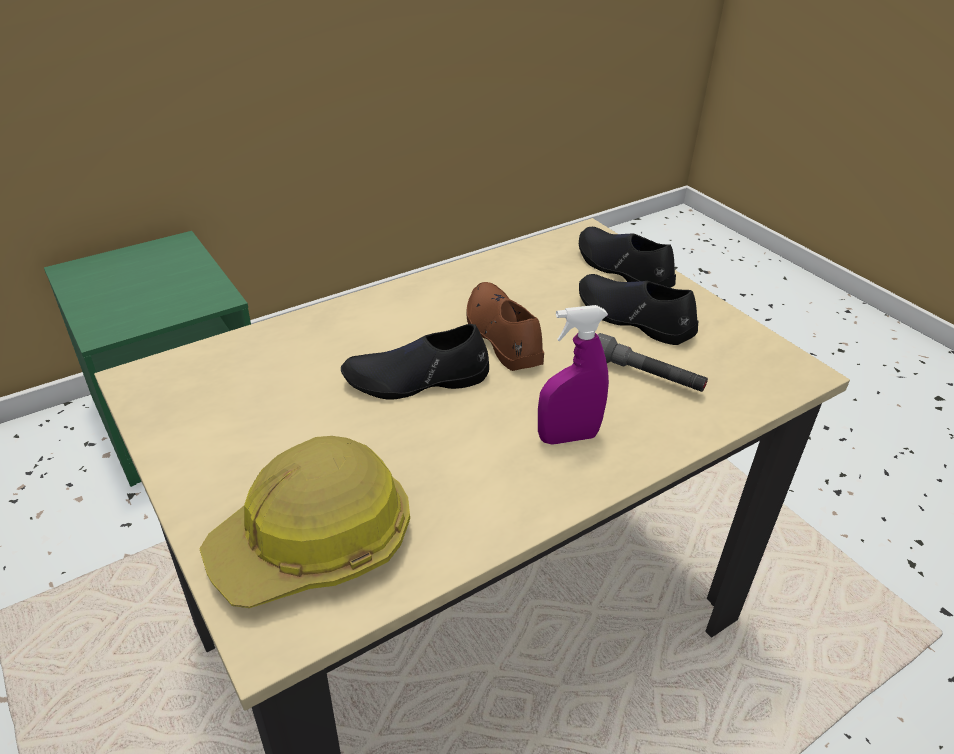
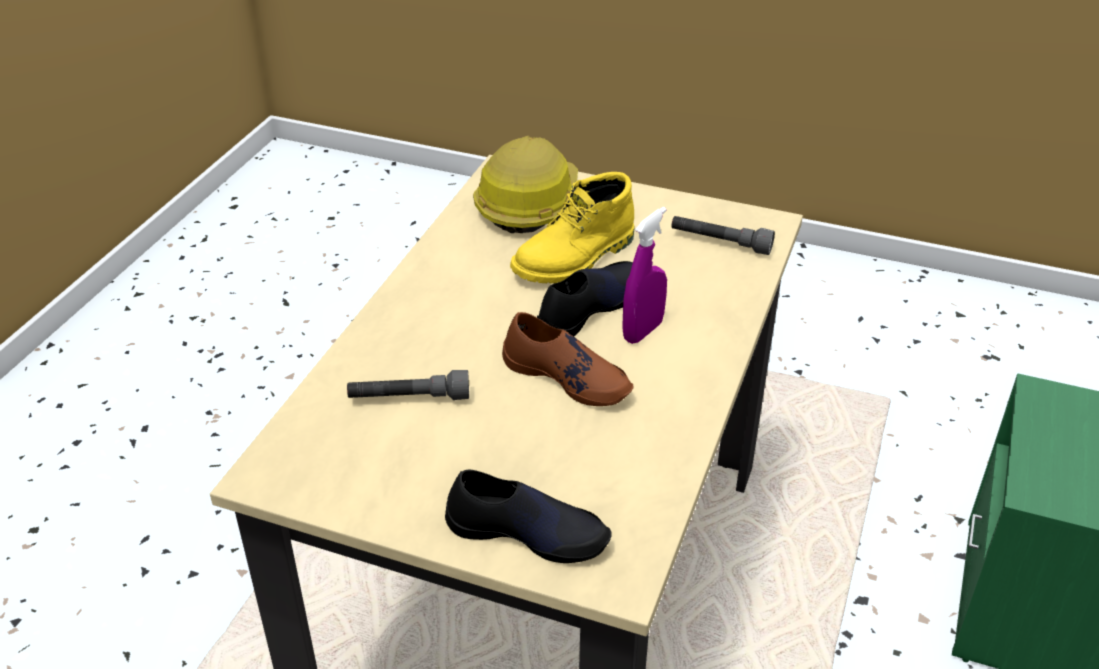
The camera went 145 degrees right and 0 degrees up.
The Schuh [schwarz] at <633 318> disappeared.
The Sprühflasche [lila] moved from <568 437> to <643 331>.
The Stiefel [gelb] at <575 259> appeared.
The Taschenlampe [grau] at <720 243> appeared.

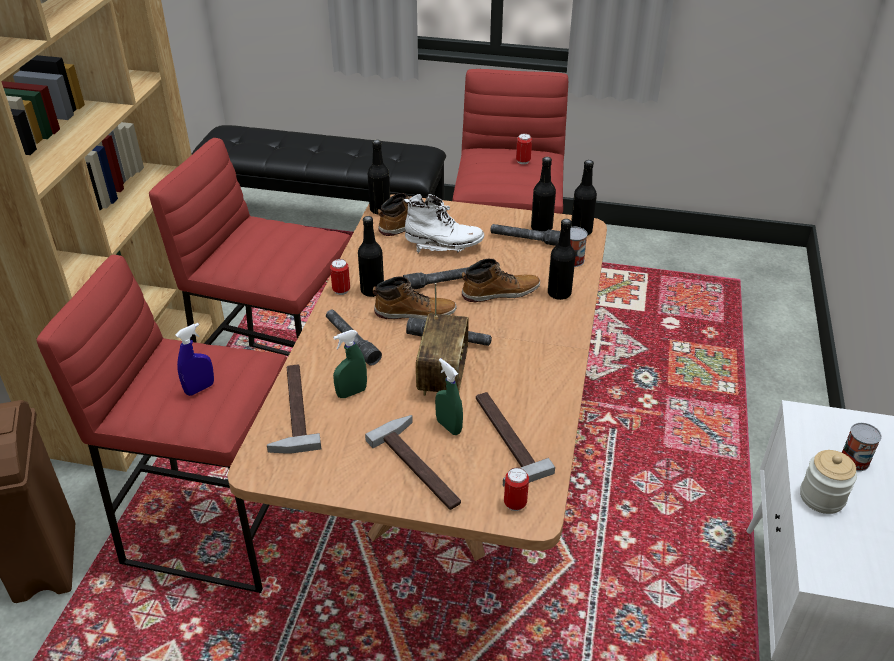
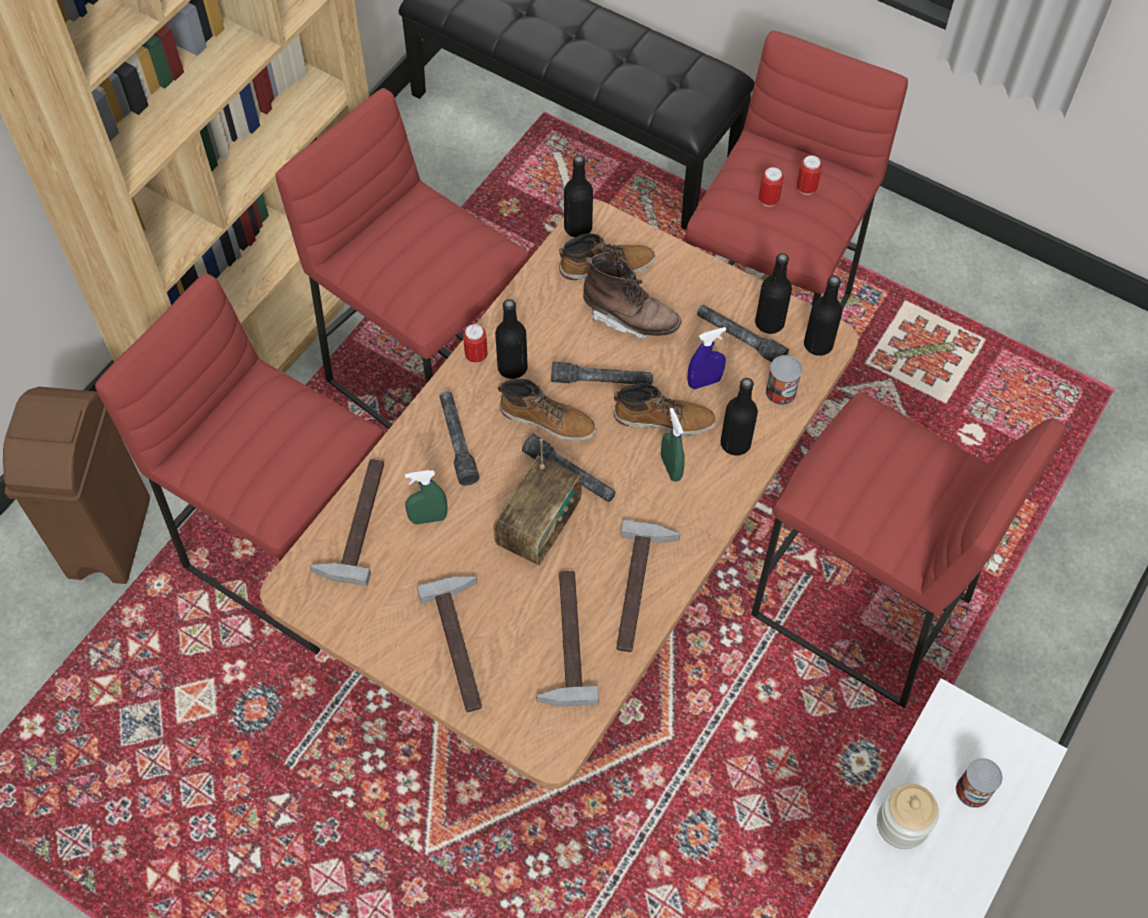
The camera went 20 degrees right and 20 degrees up.
The Stiefel [weiß] at <443 246> became the Stiefel [braun] at <630 318>.
The Sprühflasche [blau] moved from <200 389> to <704 382>.
The Sprühflasche [grün] moved from <448 426> to <671 468>.
The Dose moved from <515 504> to <768 200>.
The Hocker [rot] at <859 609> appeared.
The Hammer at <641 589> appeared.

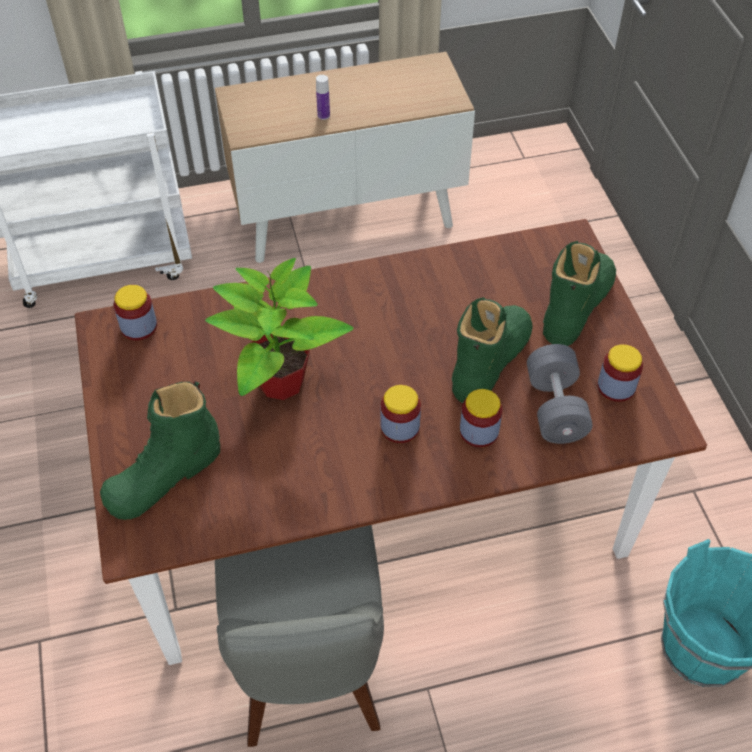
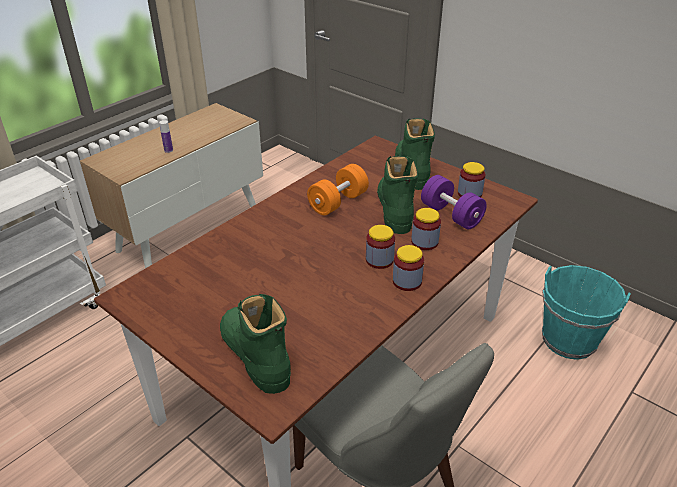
The camera went 35 degrees left and 15 degrees down.
The Topfpflanze at <279 382> disappeared.
The Vorratsglas moved from <139 326> to <407 281>.
The Hantel [grau] at <555 408> became the Hantel [lila] at <451 215>.
The Stiefel [grün] at <164 475> turned 135 degrees clockwise.
The Hantel [orange] at <338 202> appeared.

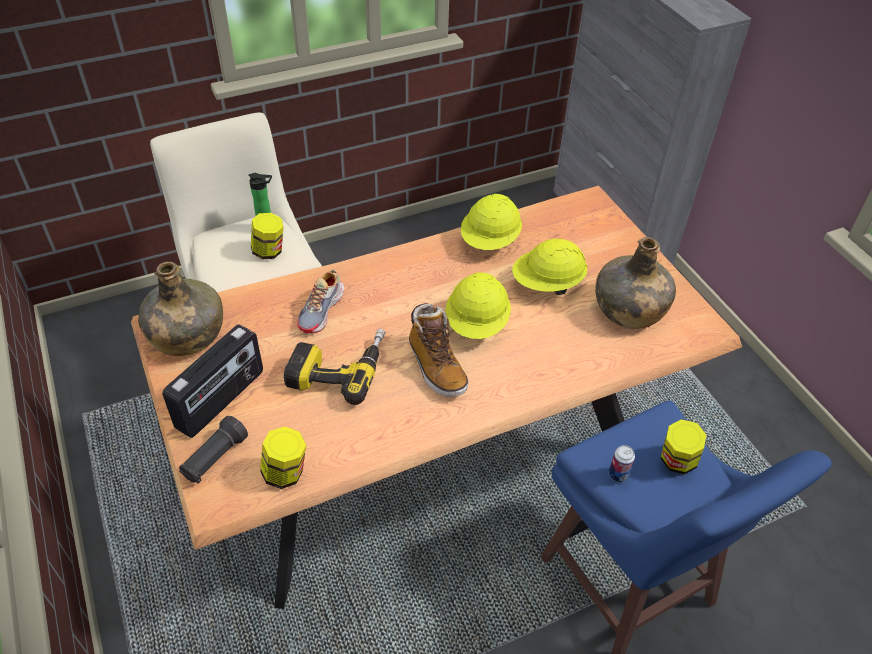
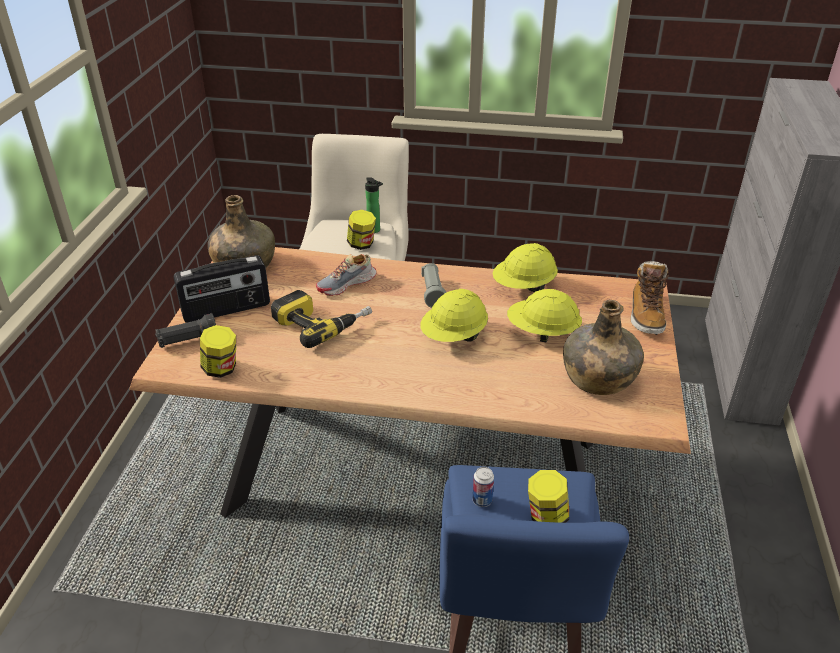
The camera went 35 degrees right and 10 degrees down.
The Stiefel moved from <436 366> to <646 315>.
The Taschenlampe [grau] at <432 293> appeared.

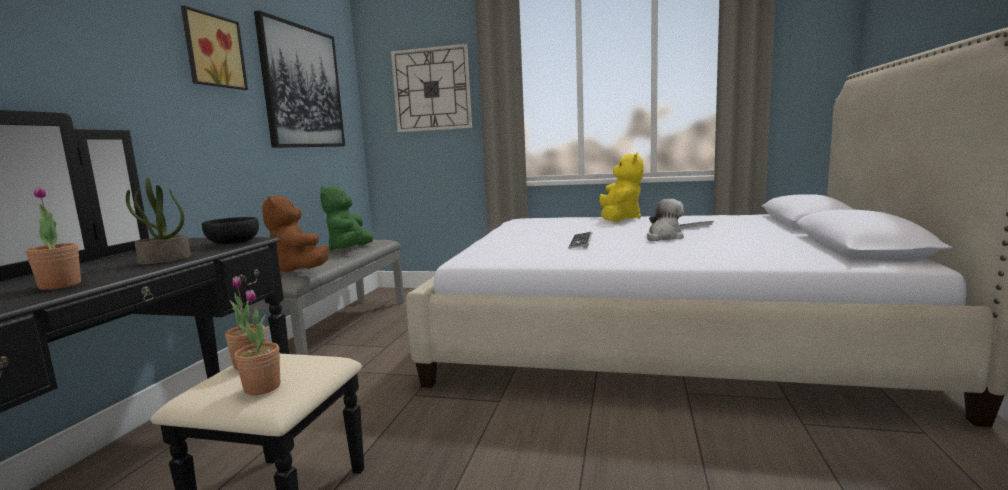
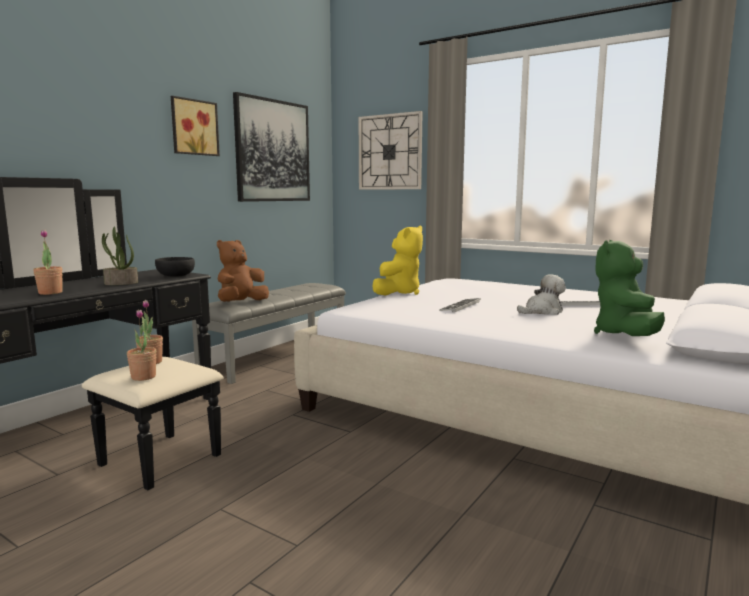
The camera went 20 degrees right and 0 degrees up.
The Plüschtier [gelb] moved from <619 219> to <398 293>.
The Plüschtier [grün] moved from <350 249> to <626 336>.
The Plüschtier [braun] at <300 271> turned 45 degrees clockwise.

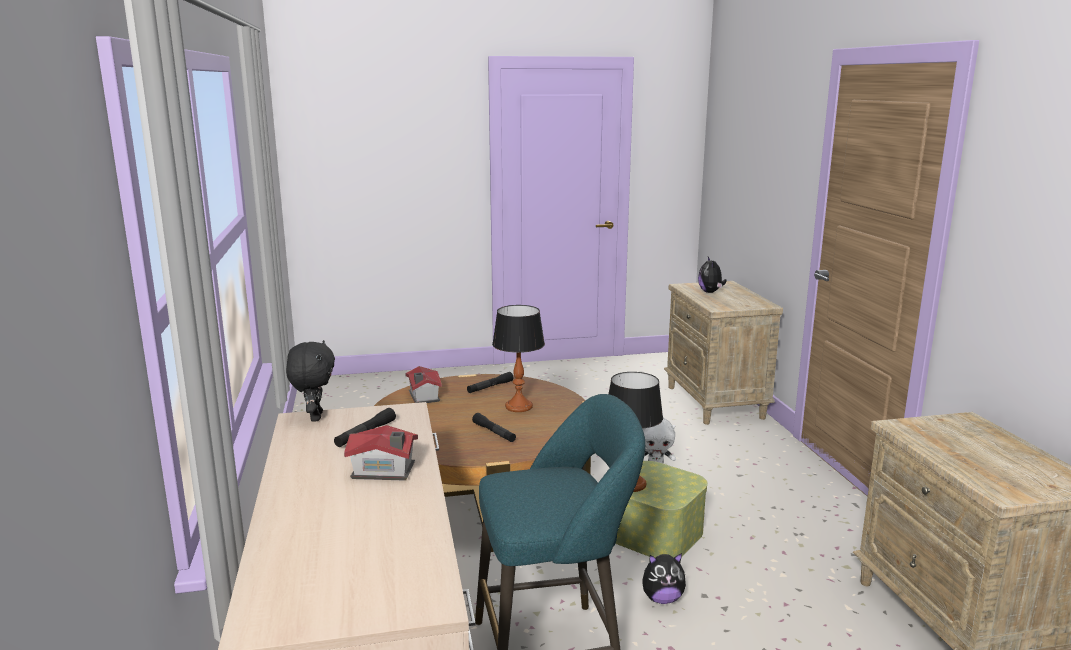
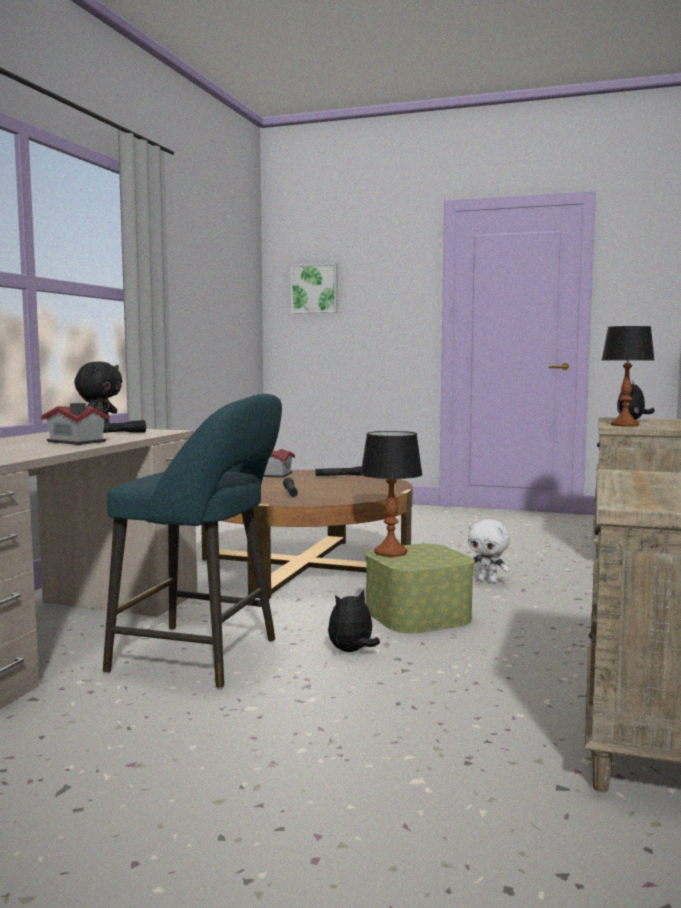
The camera went 30 degrees right and 10 degrees down.
The Tischlampe moved from <518 406> to <624 425>.
The Plüschtier at <662 599> turned 120 degrees clockwise.
The Bild at <315 288> appeared.

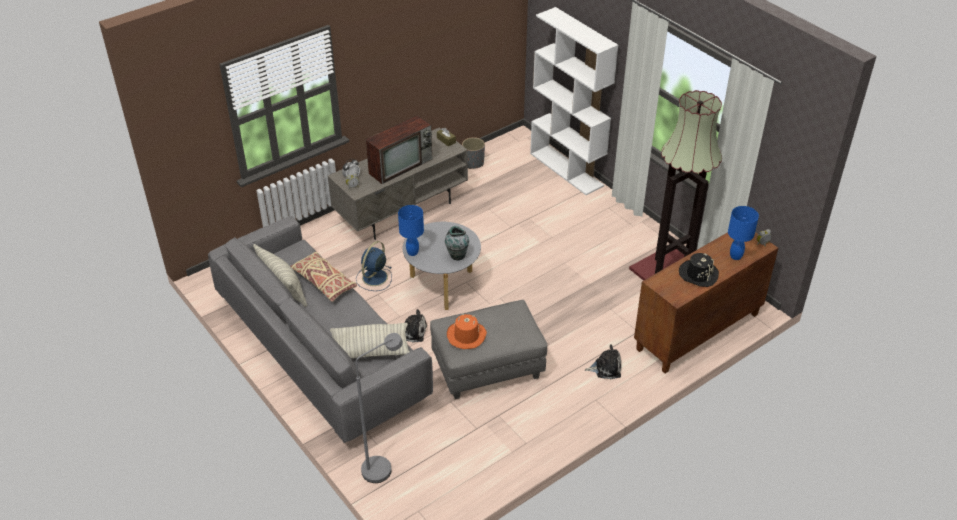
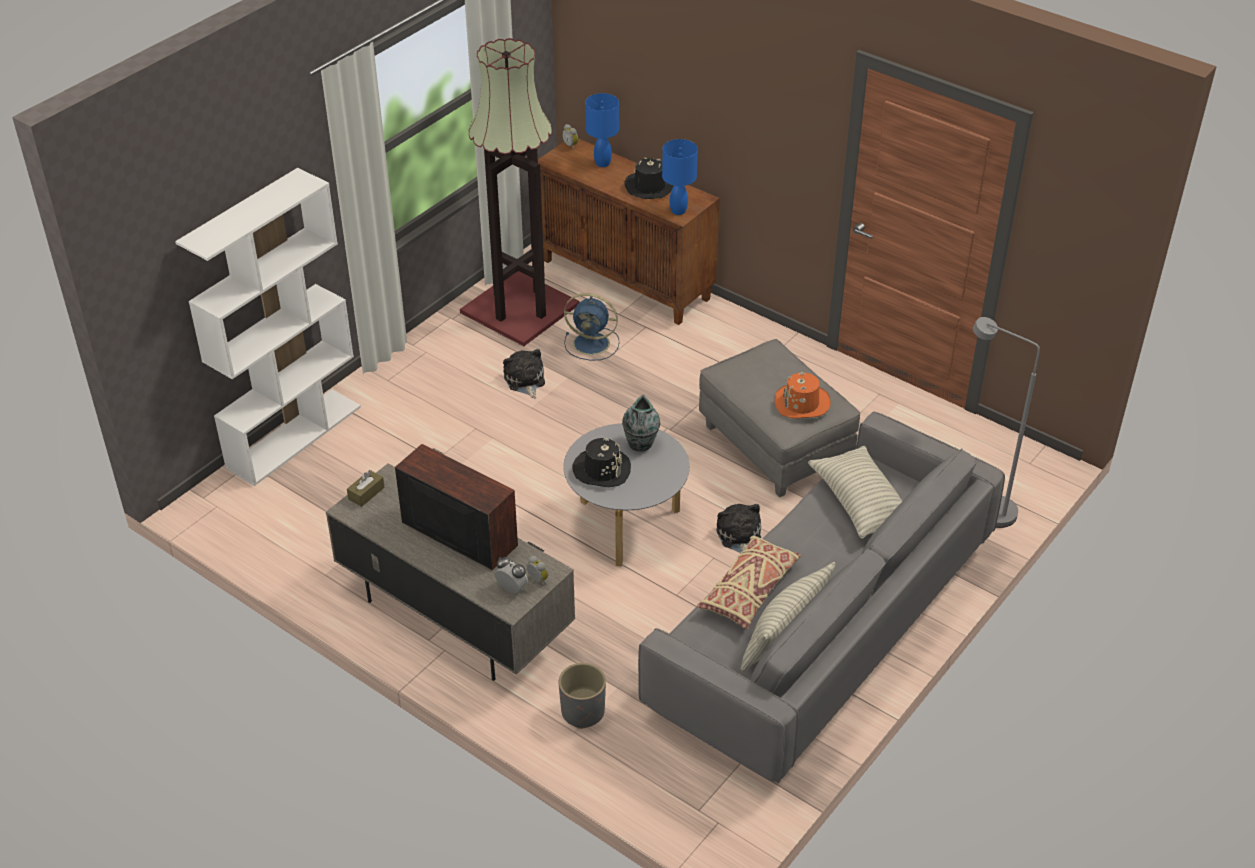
The camera went 105 degrees left and 0 degrees up.
The Pflanzkübel [grau] moved from <473 163> to <582 712>.
The Tischlampe [blau] moved from <413 252> to <678 210>.
The Ventilator [blau] moved from <374 278> to <593 344>.
The Plüschtier moved from <605 368> to <525 381>.
The Hut [schwarz] at <602 469> appeared.

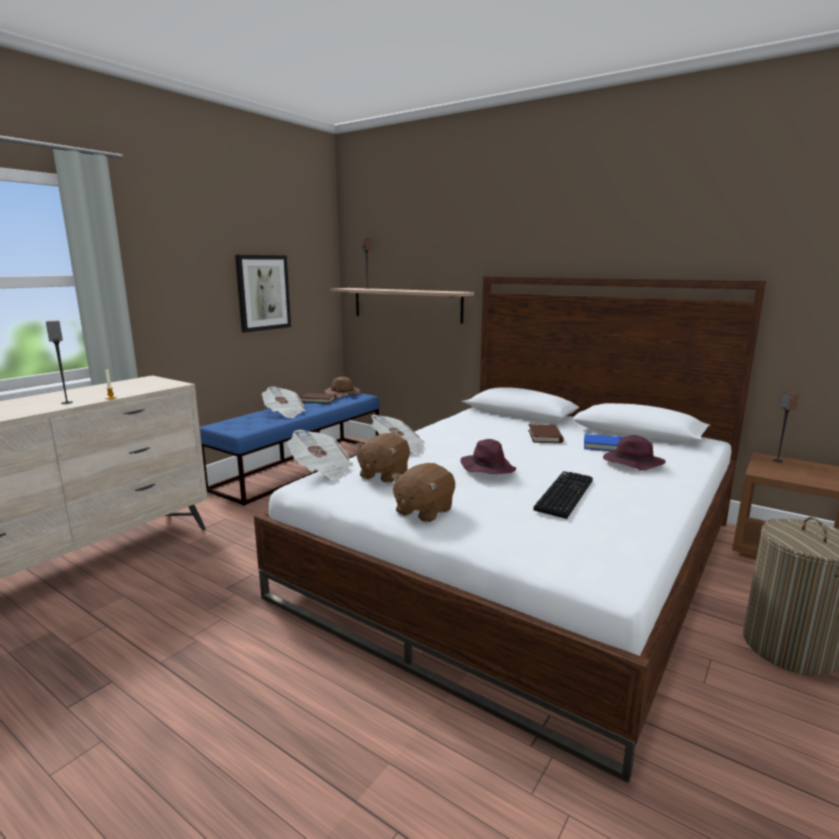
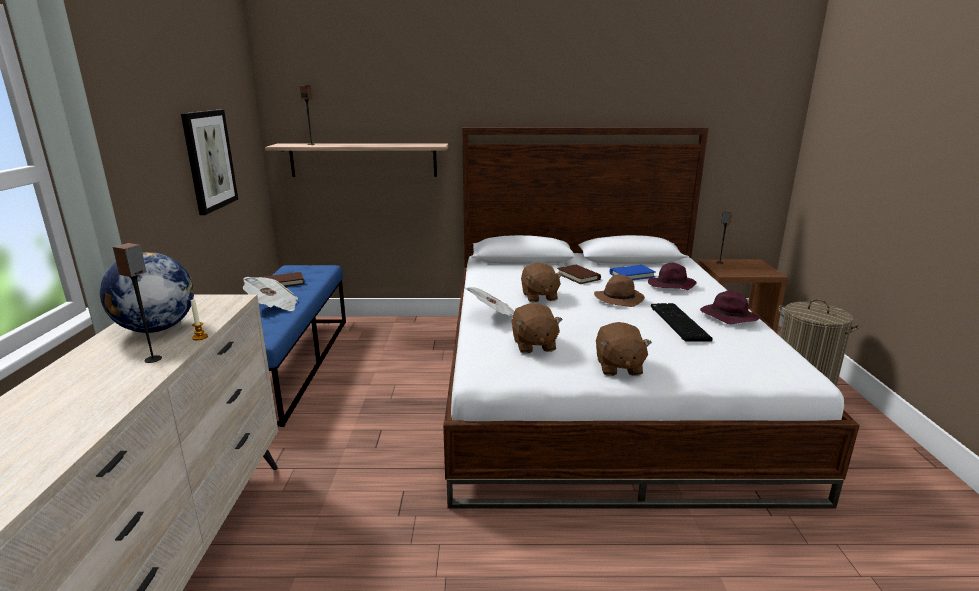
The camera went 35 degrees left and 5 degrees up.
The Hut [braun] moved from <343 393> to <619 299>.
The Zeitung at <321 470> disappeared.
The Hut [lila] moved from <487 468> to <727 317>.
The Globus at <156 329> appeared.
The Plüschtier [braun] at <539 297> appeared.

